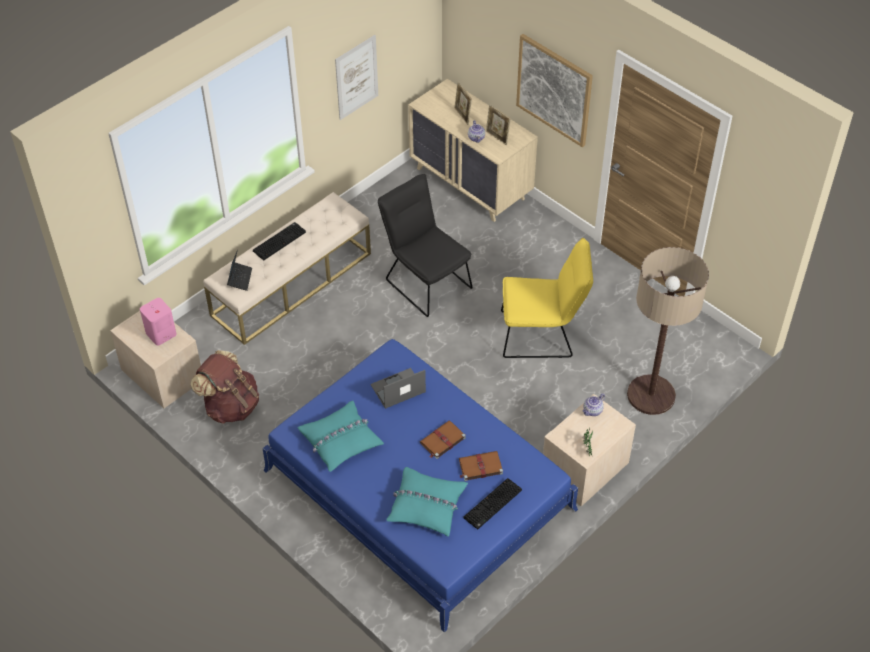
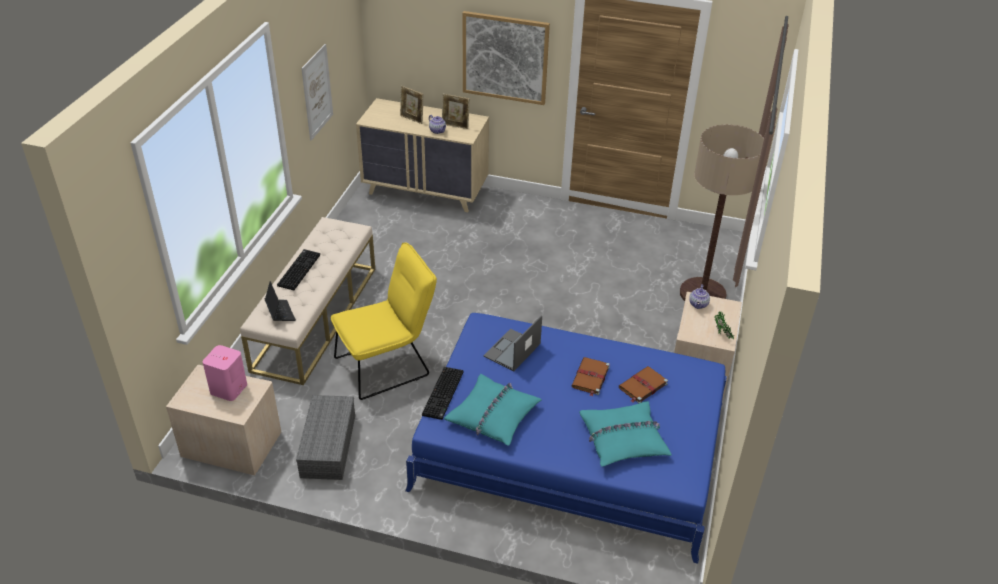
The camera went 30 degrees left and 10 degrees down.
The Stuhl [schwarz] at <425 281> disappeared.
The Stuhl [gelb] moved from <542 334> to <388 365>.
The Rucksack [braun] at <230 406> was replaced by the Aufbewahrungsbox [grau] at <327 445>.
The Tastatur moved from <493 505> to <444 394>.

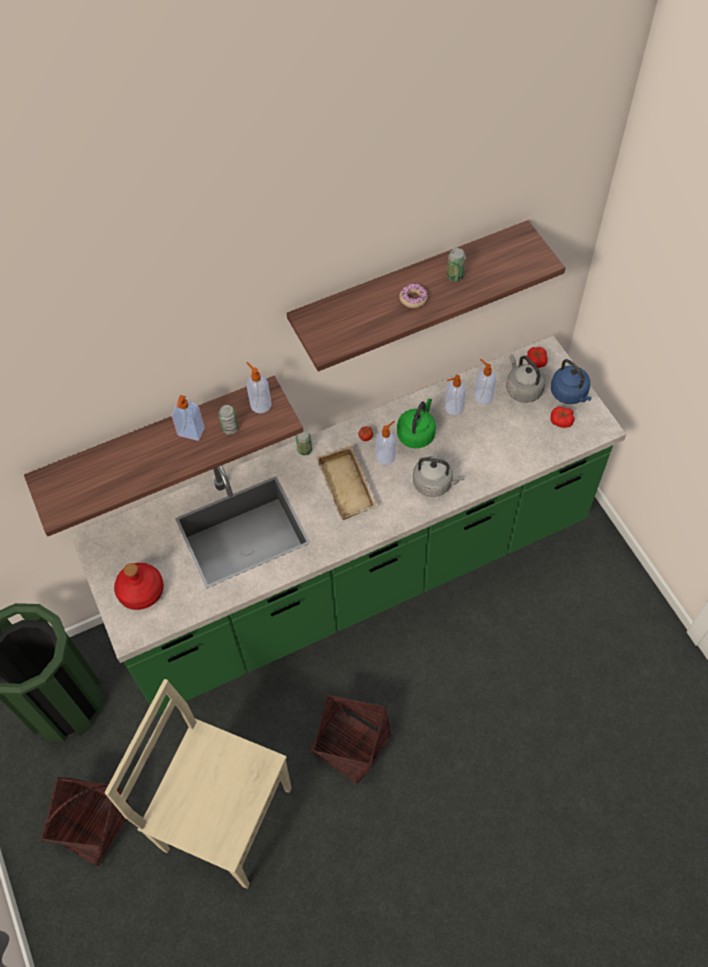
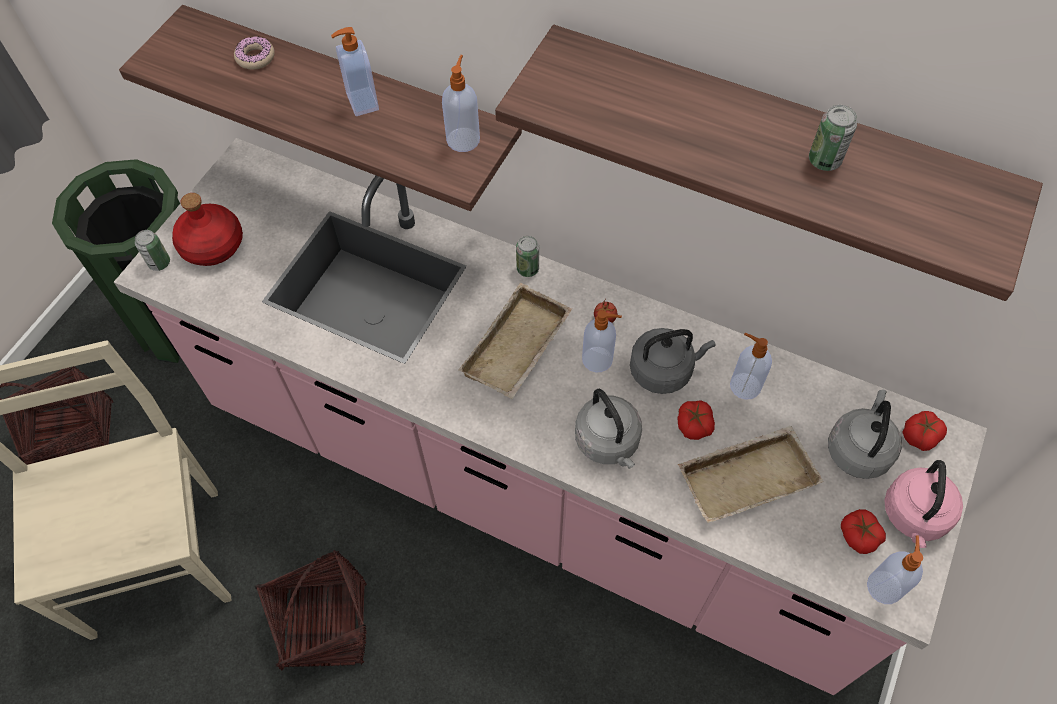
The camera went 50 degrees right and 0 degrees up.
The Donut moved from <413 298> to <255 57>.
The Küchenzeile [grün] at <358 578> became the Küchenzeile [rosa] at <530 485>.
The Seifenspender moved from <483 396> to <884 585>.
The Wasserkessel [blau] at <570 394> became the Wasserkessel [rosa] at <914 516>.
The Wasserkessel [grün] at <416 433> became the Wasserkessel [grau] at <664 370>.
The Dose moved from <230 428> to <159 263>.
The Tomate at <693 425> appeared.
The Tablett [beige] at <747 475> appeared.

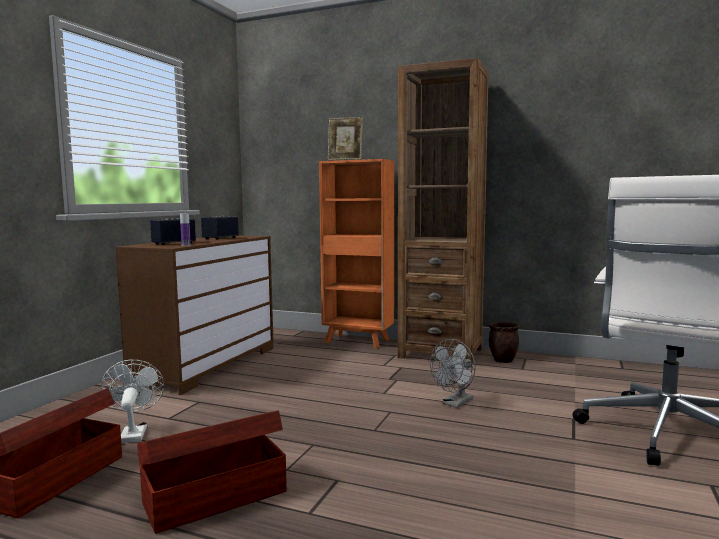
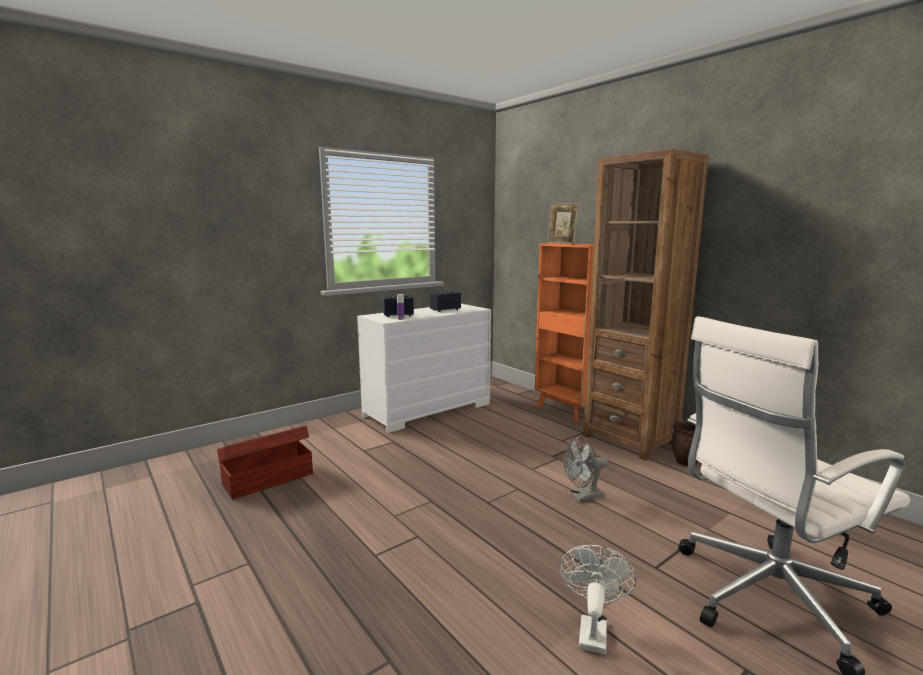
The camera went 30 degrees right and 5 degrees up.
The Kommode [braun] at <206 365> became the Kommode [weiß] at <427 410>.
The Ventilator [weiß] moved from <134 433> to <592 629>.
The Aufbewahrungsbox [braun] at <213 496> disappeared.

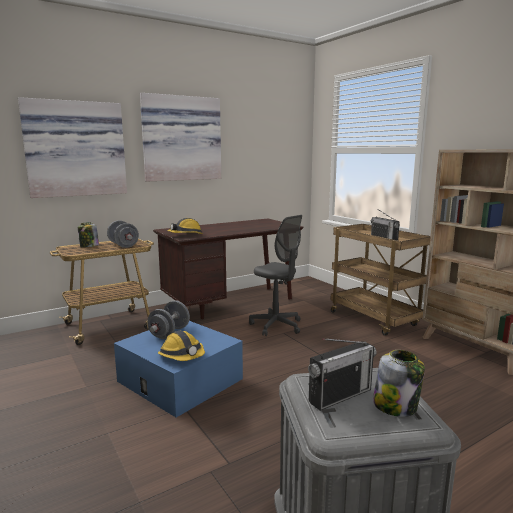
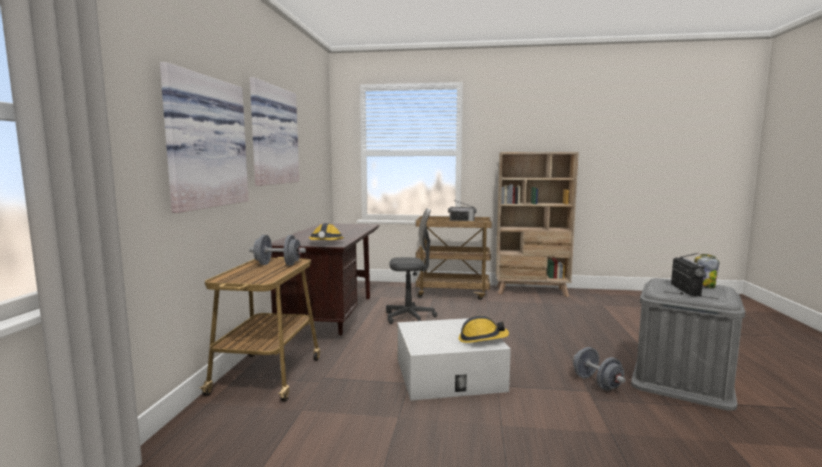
The camera went 50 degrees left and 5 degrees down.
The Vorratsglas at <89 246> disappeared.
The Hantel [grau] moved from <169 333> to <596 383>.
The Aufbewahrungsbox [blau] at <180 380> became the Aufbewahrungsbox [weiß] at <449 374>.

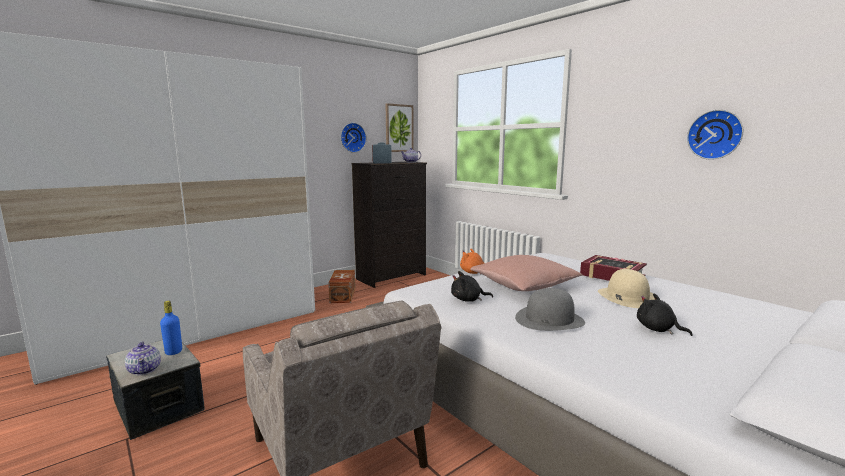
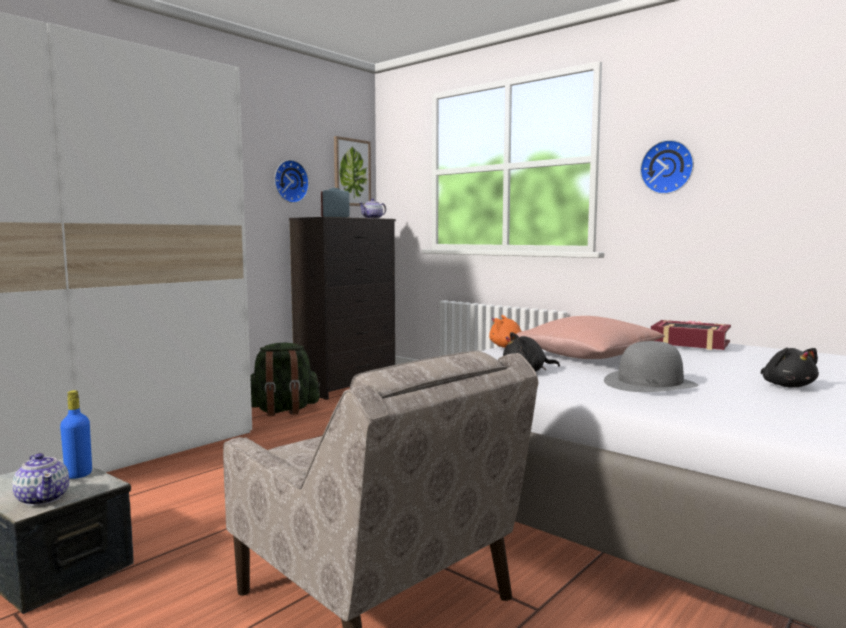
The camera went 10 degrees left and 5 degrees down.
The Wanduhr moved from <715 134> to <667 167>.
The Hut [beige] at <627 297> disappeared.
The Aufbewahrungsbox [braun] at <342 295> was replaced by the Rucksack [grün] at <283 411>.
The Plüschtier [schwarz] at <658 329> turned 135 degrees counterclockwise.

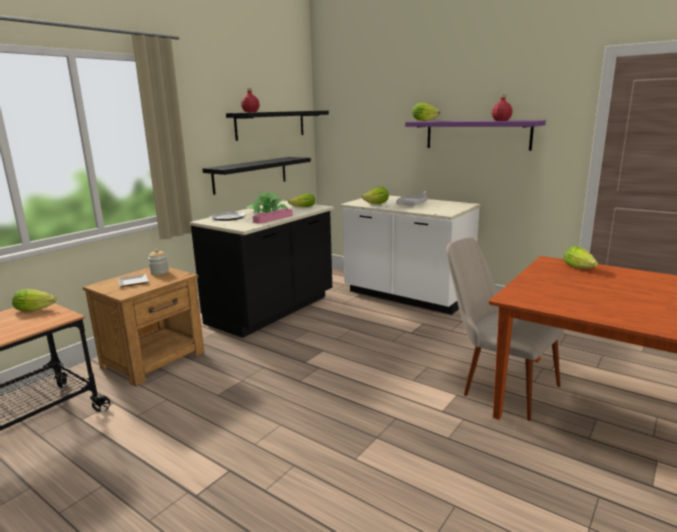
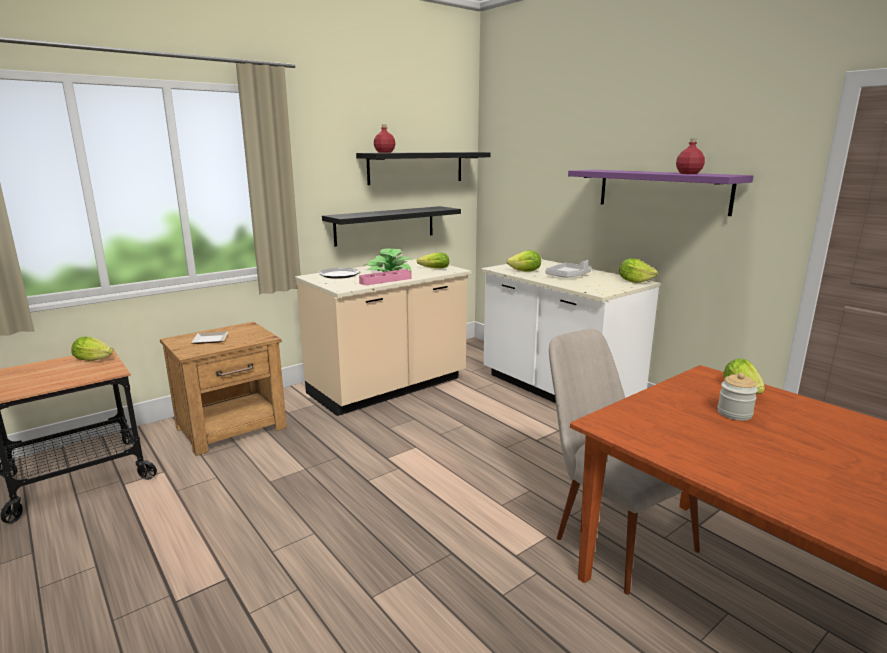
The camera went 15 degrees right and 0 degrees up.
The Salatkopf moved from <424 121> to <634 281>.
The Küchenzeile [schwarz] at <272 310> became the Küchenzeile [beige] at <388 387>.
The Vorratsglas moved from <159 272> to <734 413>.

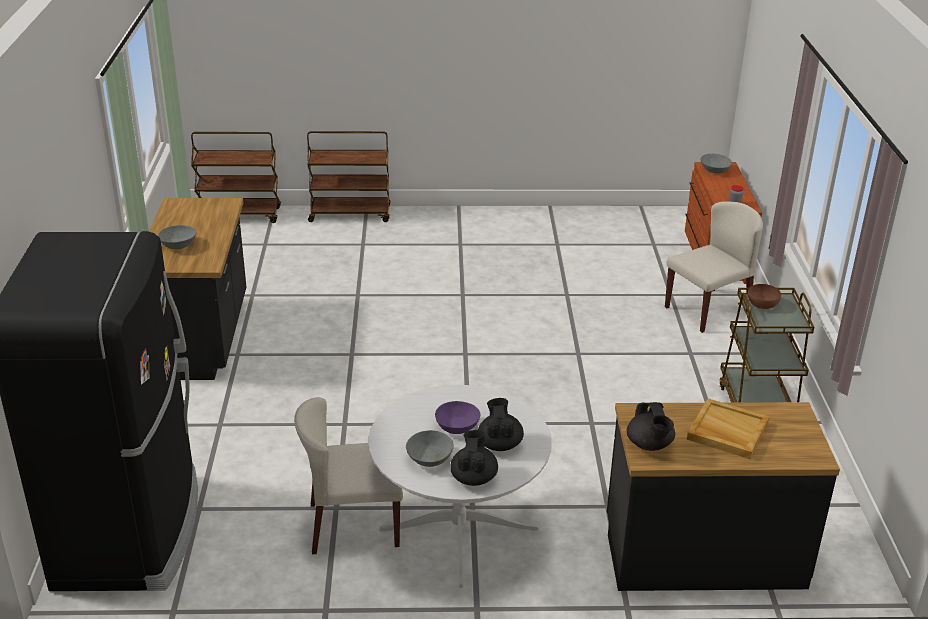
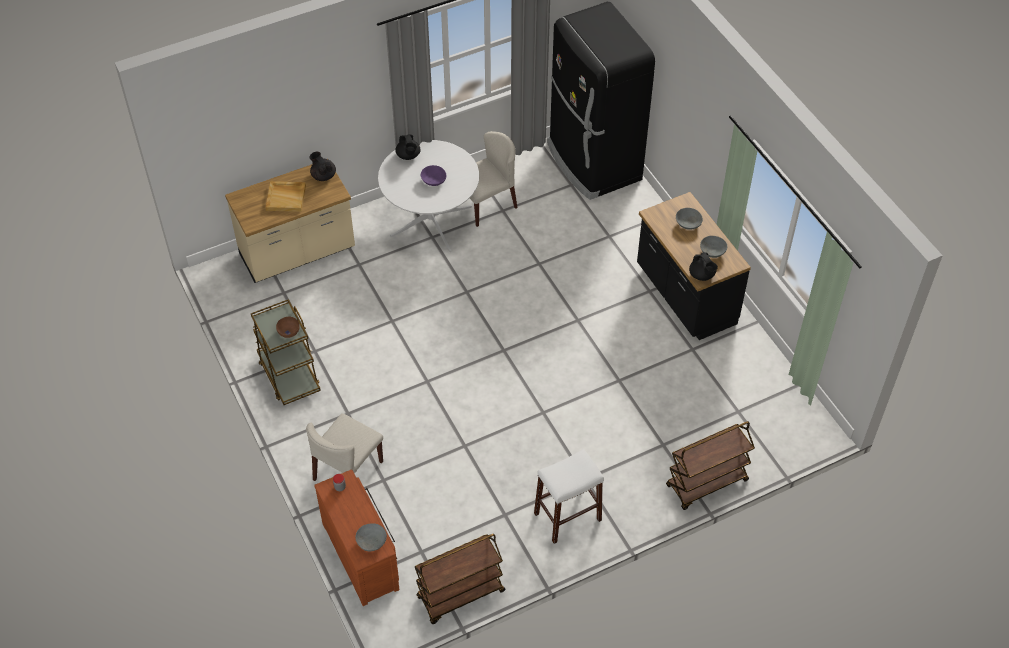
The camera went 155 degrees right and 20 degrees up.
The Rollwagen [braun] moved from <239 215> to <460 595>.
The Teekanne [schwarz] moved from <499 444> to <702 275>.
The Küchenzeile [schwarz] at <703 554> became the Küchenzeile [beige] at <298 254>.
The Schüssel [grau] moved from <429 458> to <712 252>.
The Hocker [weiß] at <567 516> appeared.

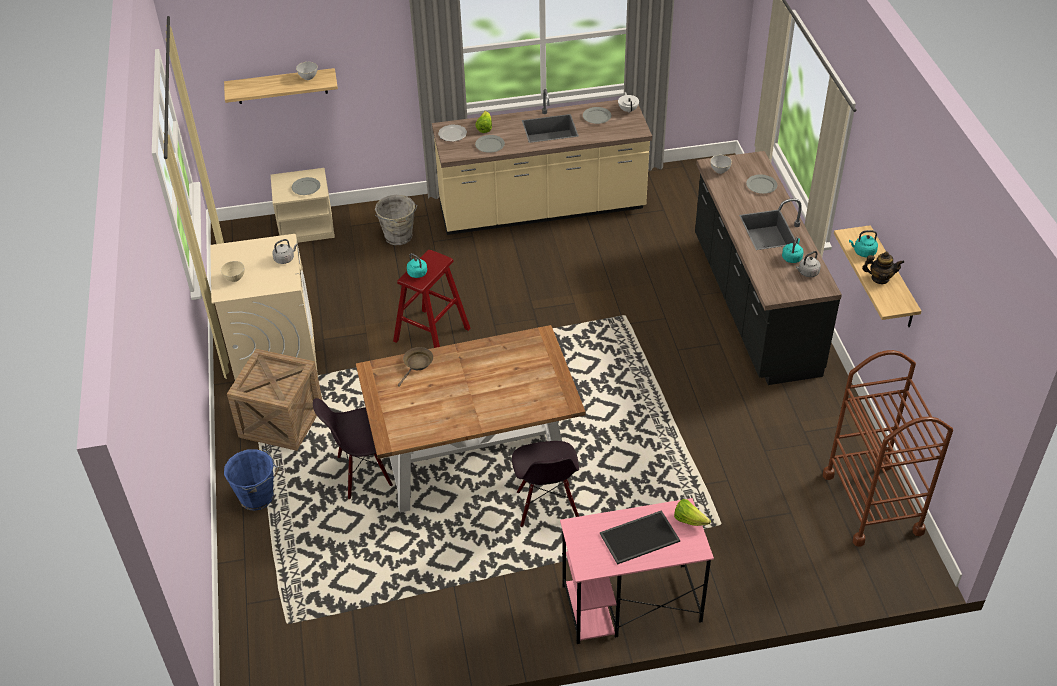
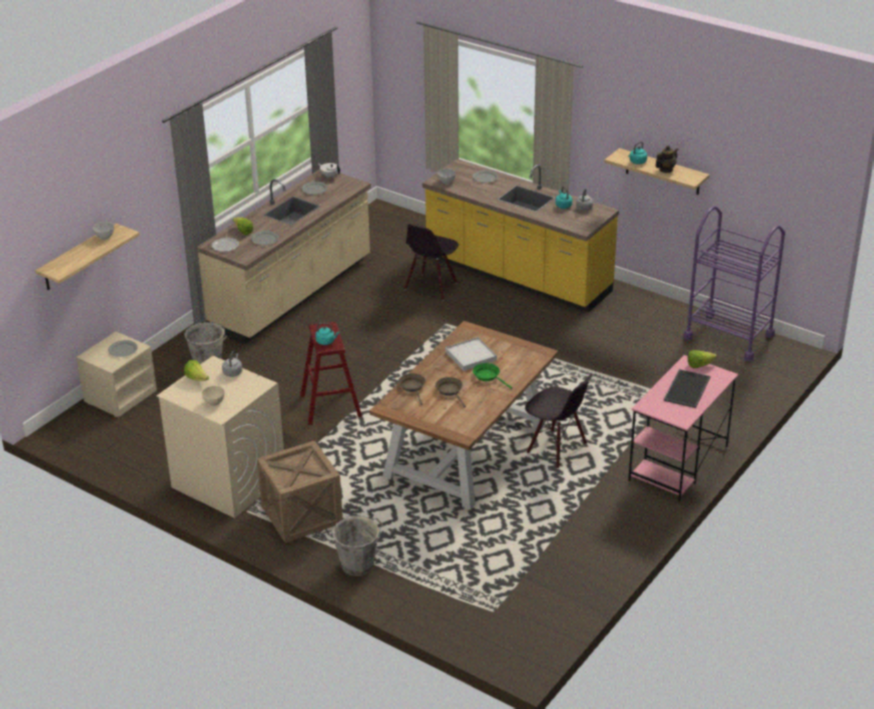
The camera went 45 degrees left and 10 degrees down.
The Küchenzeile [schwarz] at <753 305> became the Küchenzeile [gelb] at <517 276>.
The Rollwagen [braun] at <872 503> became the Rollwagen [lila] at <728 336>.
The Stuhl [schwarz] moved from <364 472> to <431 287>.
The Eimer [blau] at <258 497> became the Eimer [grau] at <359 564>.
The Tablett [weiß] at <471 356> appeared.
The Salatkopf at <197 378> appeared.
The Pfanne [grün] at <488 376> appeared.
The Pfanne [braun] at <450 391> appeared.

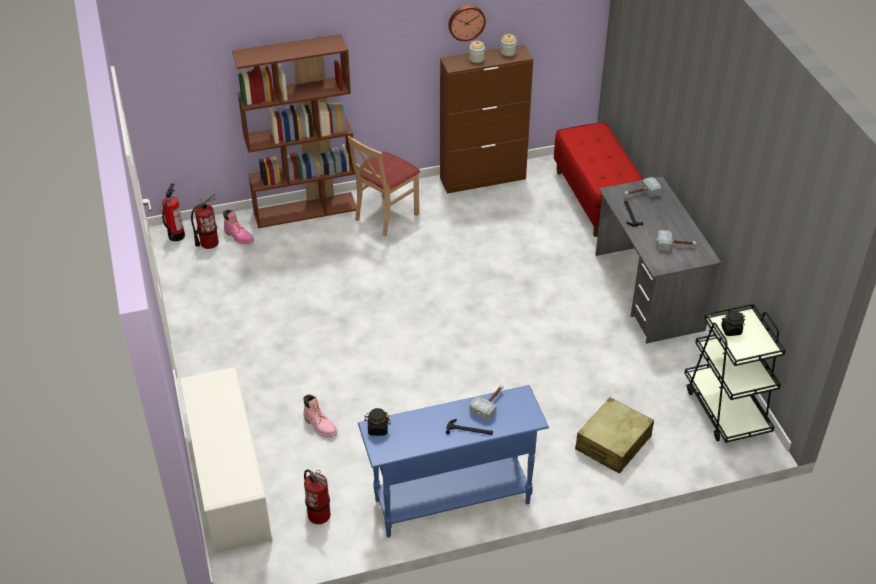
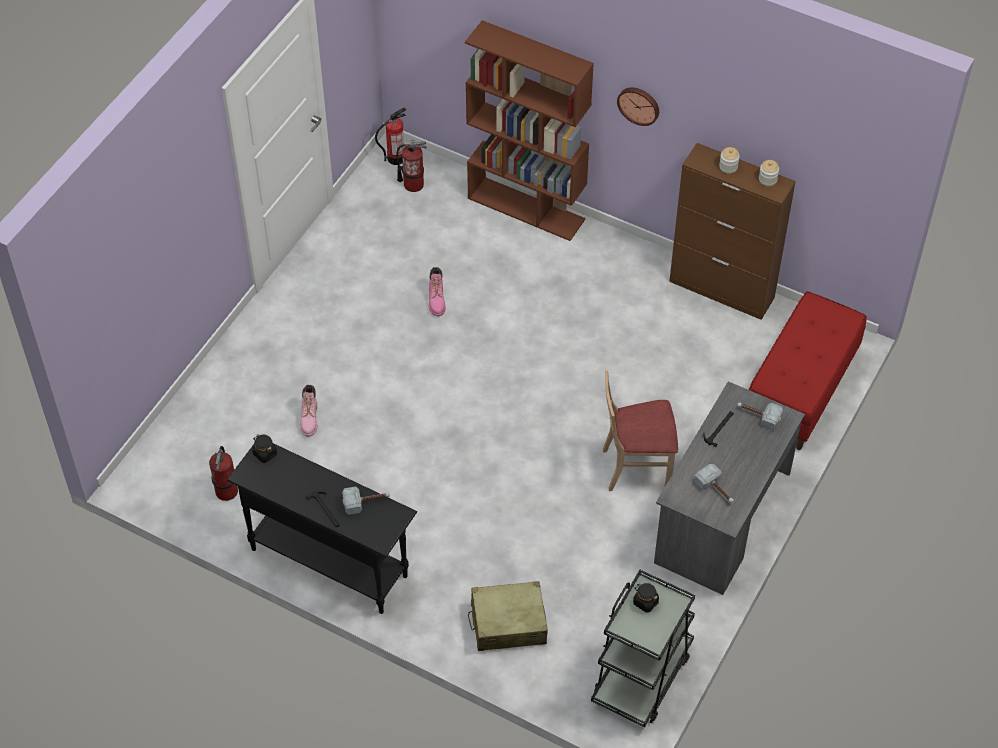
The camera went 45 degrees right and 10 degrees up.
The Wanduhr moved from <466 22> to <639 105>.
The Stuhl [beige] moved from <386 215> to <636 467>.
The Stiefel [rosa] moved from <239 236> to <436 301>.
The Schuhregal [weiß] at <230 483> disappeared.
The Konsolentisch [blau] at <451 501> became the Konsolentisch [schwarz] at <329 562>.

